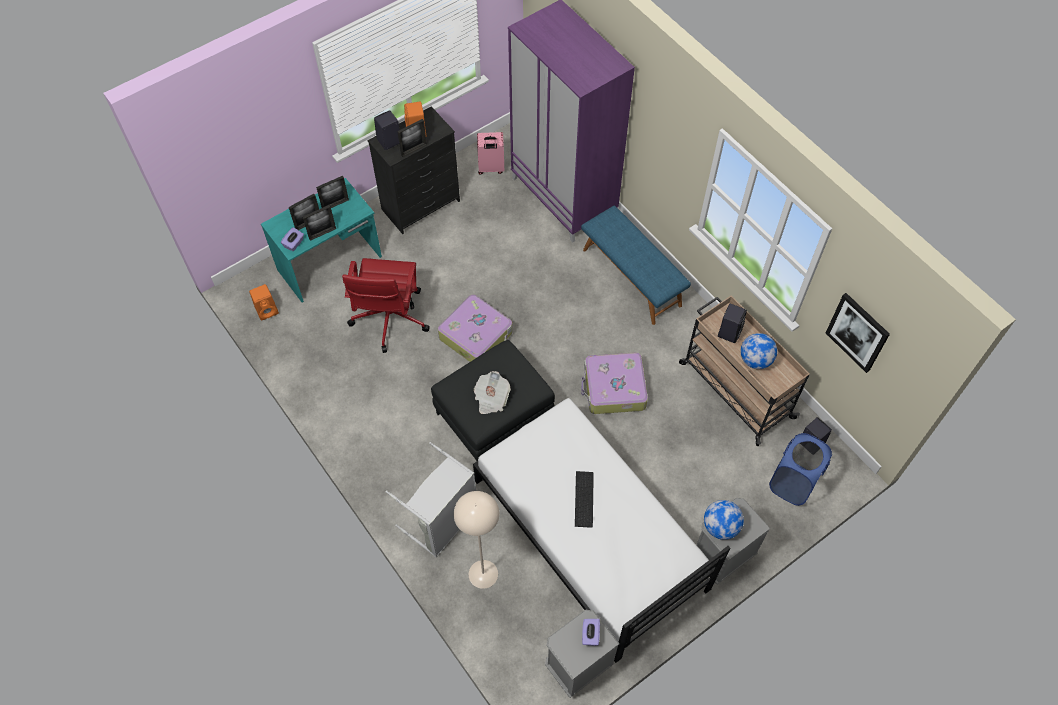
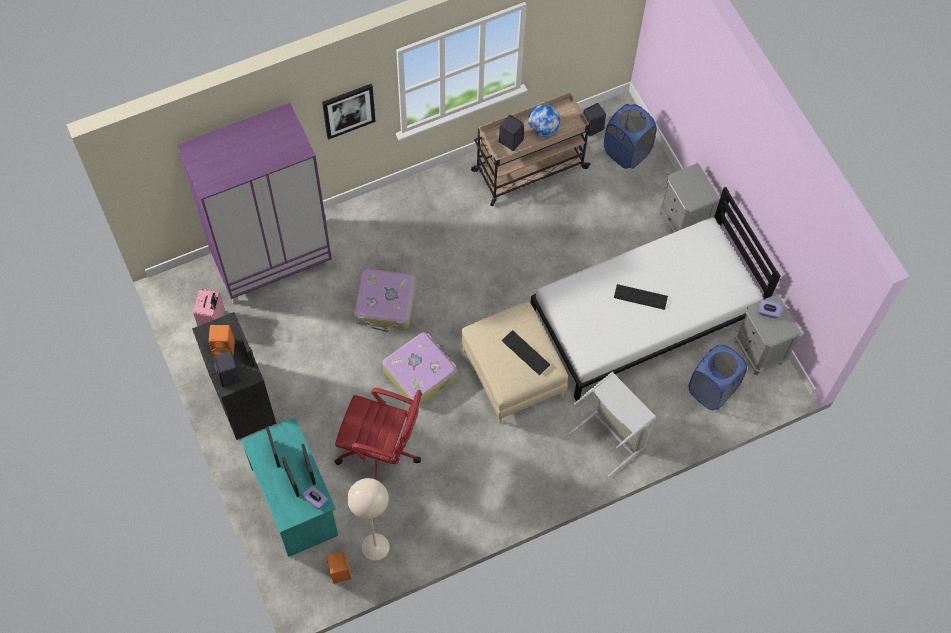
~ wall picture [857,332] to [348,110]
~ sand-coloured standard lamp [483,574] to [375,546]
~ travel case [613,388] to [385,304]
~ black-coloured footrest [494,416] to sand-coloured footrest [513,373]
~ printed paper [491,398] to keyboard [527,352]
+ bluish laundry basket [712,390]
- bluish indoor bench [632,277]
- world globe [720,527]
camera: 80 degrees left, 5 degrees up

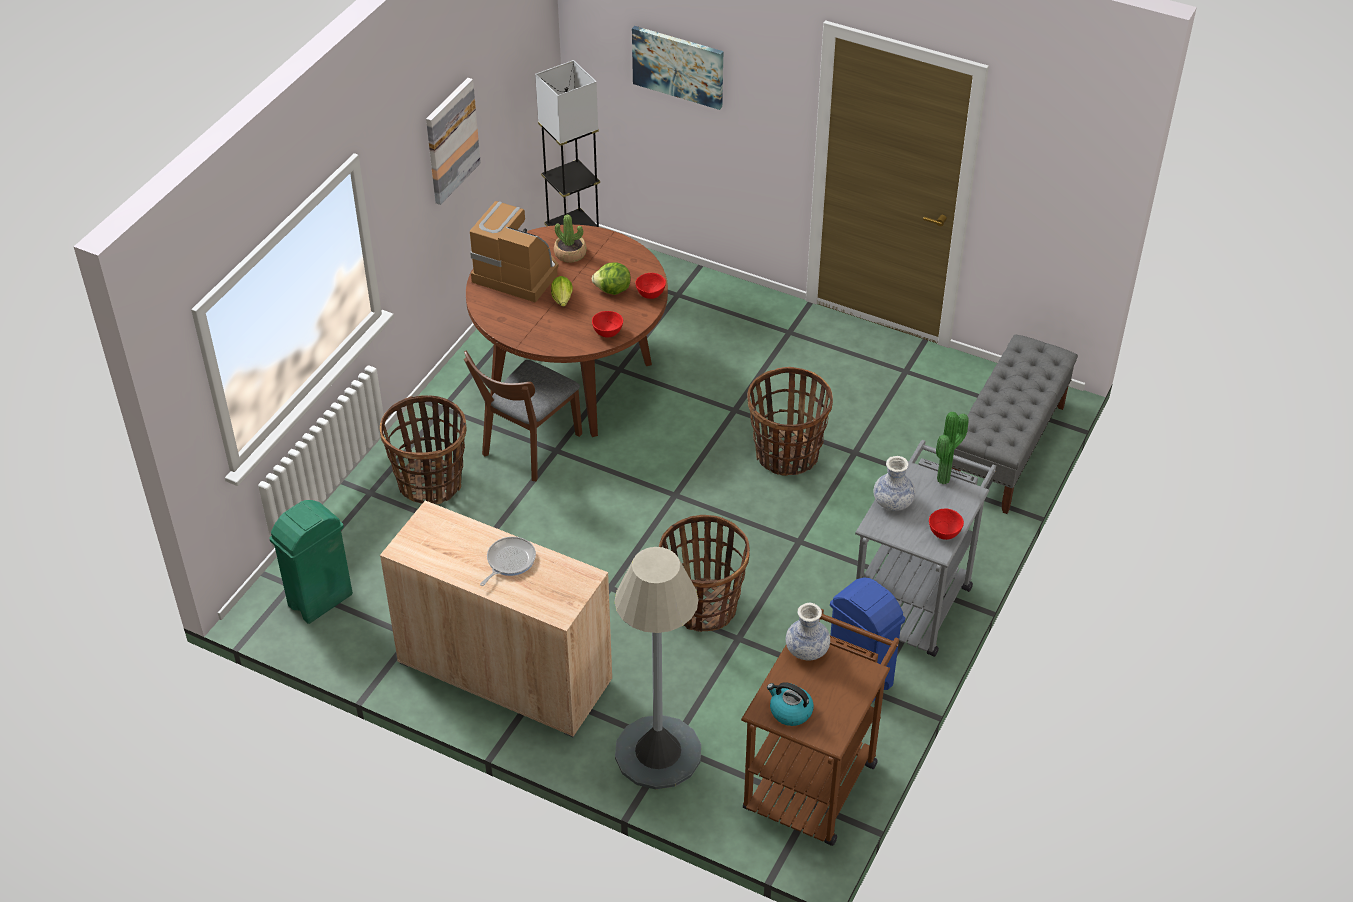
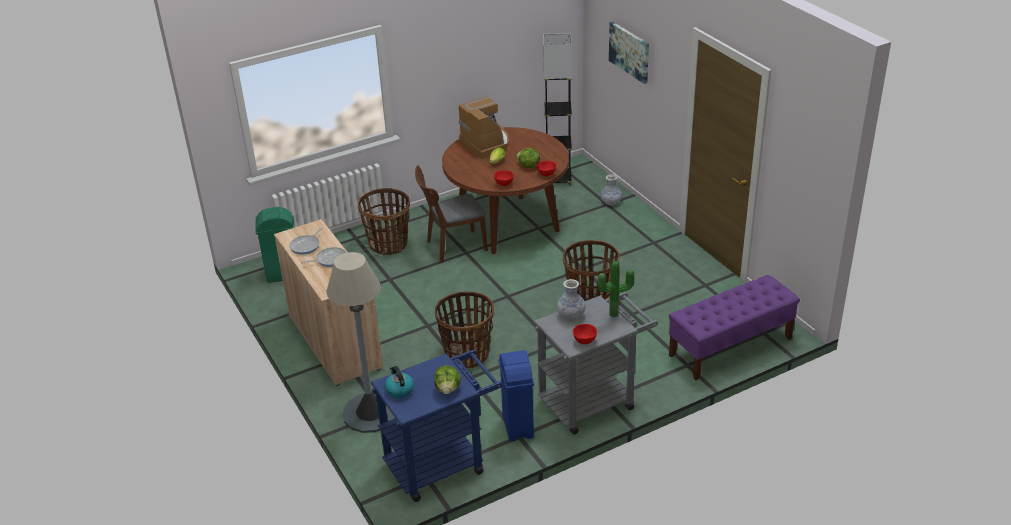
+ skillet [306,246]
~ brownish cart [815,776] to bluish cart [442,463]
+ lettuce head [448,389]
~ flower vase [807,650] to [611,202]
~ grey indoor bench [1007,449] to purple indoor bench [730,347]
- wall picture [451,140]
- plant in a pot [570,253]
camera: 35 degrees right, 10 degrees down

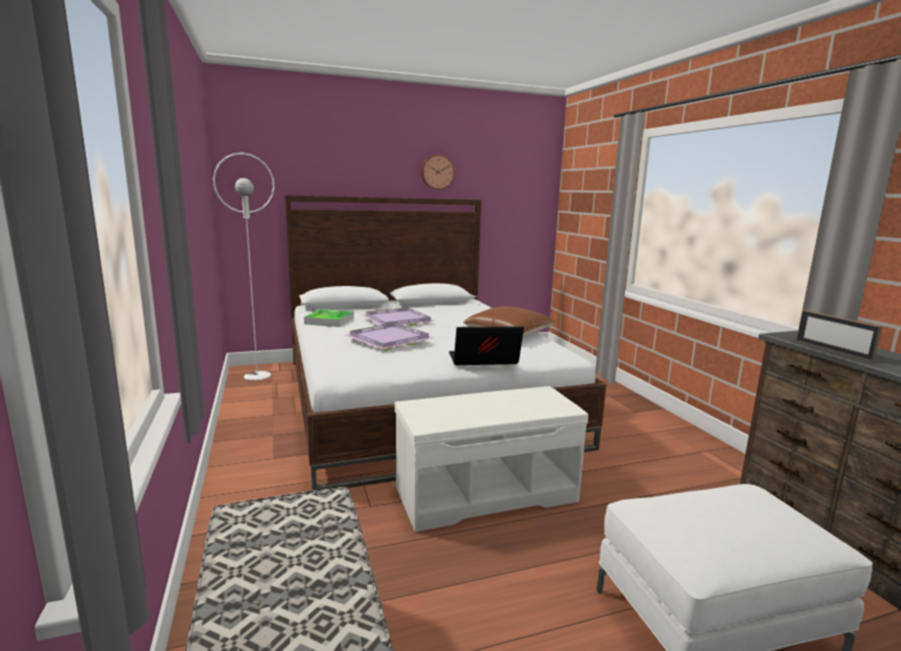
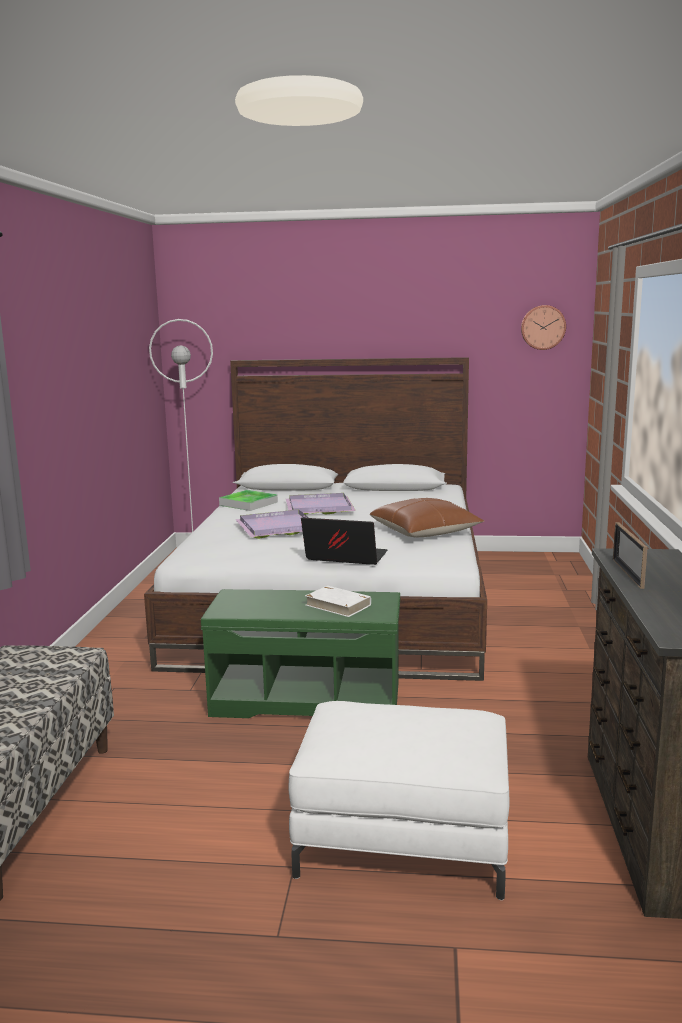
~ white indoor bench [486,493] to greenish indoor bench [308,699]
+ white book [338,605]
~ hanging clock [437,172] to [543,327]
camera: 25 degrees right, 0 degrees up

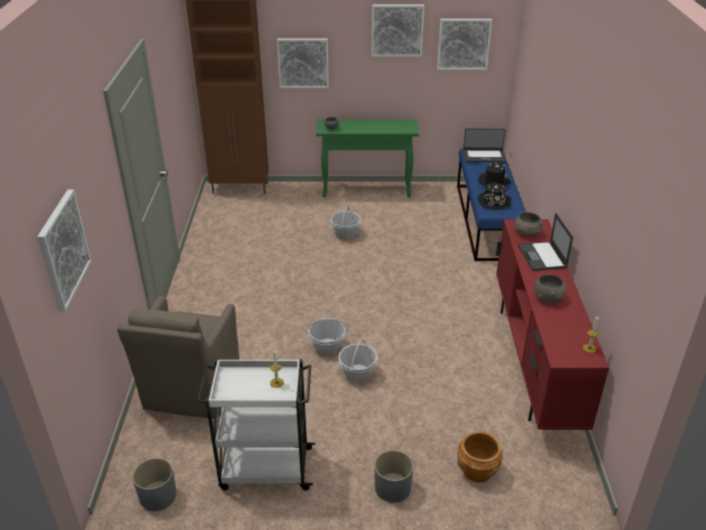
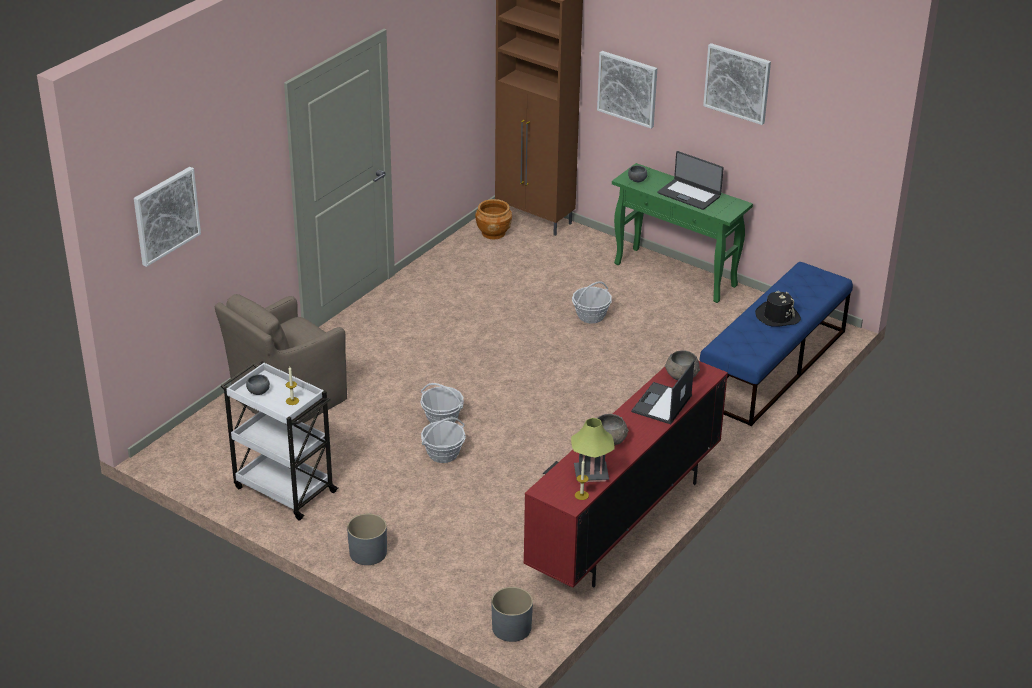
+ grey deep dish [258,392]
~ brownish plant pot [477,471] to [493,233]
~ grey plant pot [157,496] to [511,628]
+ lamp for a table [591,474]
~ portable computer [484,156] to [689,194]
- wall picture [463,44]
- black-coloured clothing hat [494,201]
camera: 35 degrees right, 0 degrees up

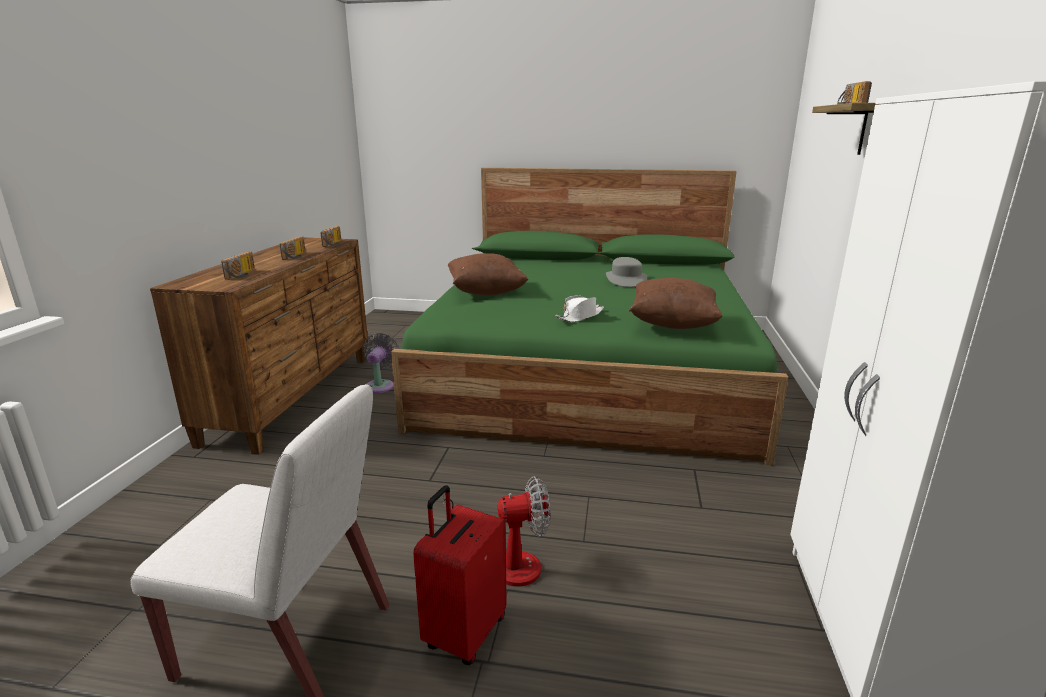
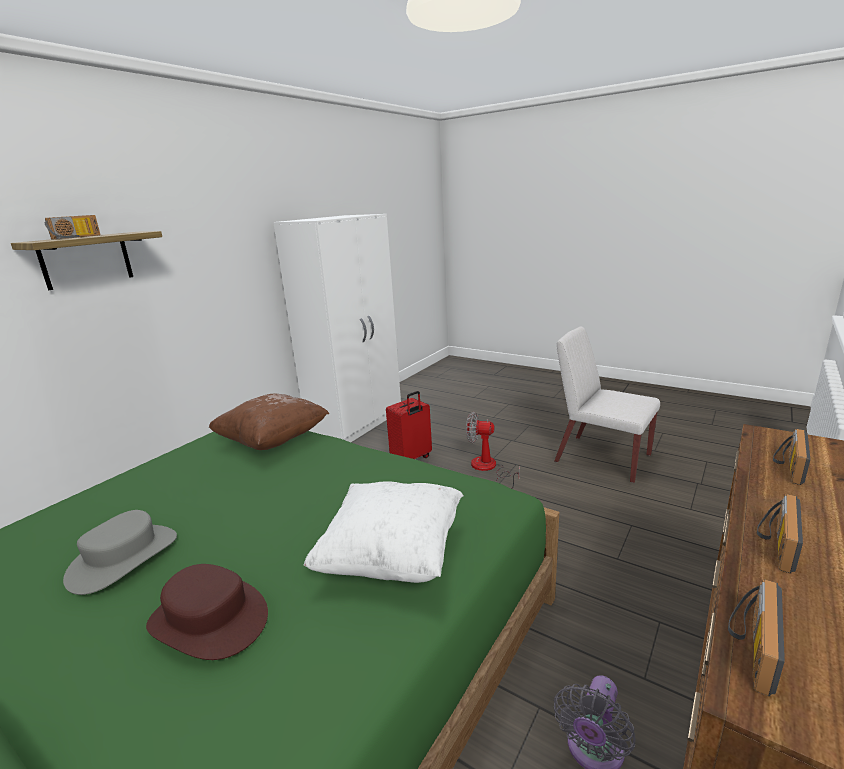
+ brownish clothing hat [209,619]
~ brownish cushion [486,293] to white cushion [392,556]
~ reddish travel case [464,633] to [411,459]
- white clothing hat [580,316]
camera: 155 degrees left, 0 degrees up

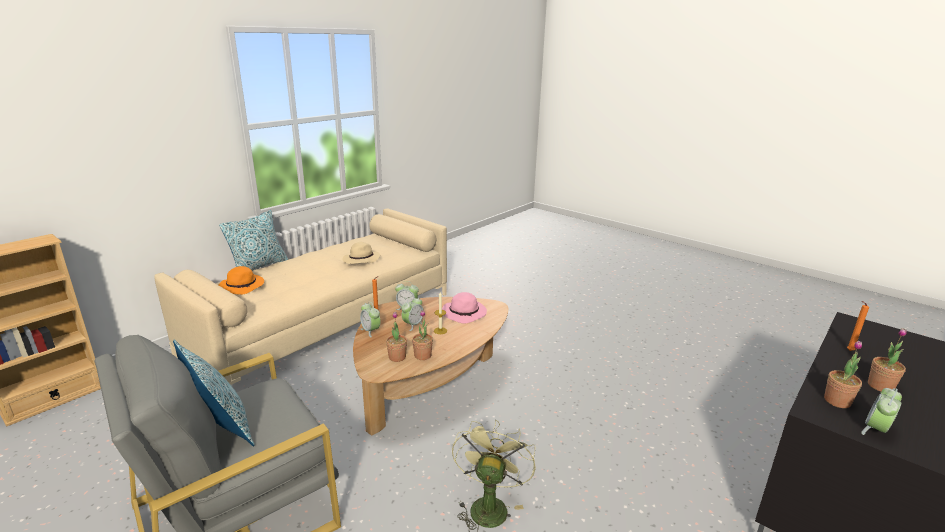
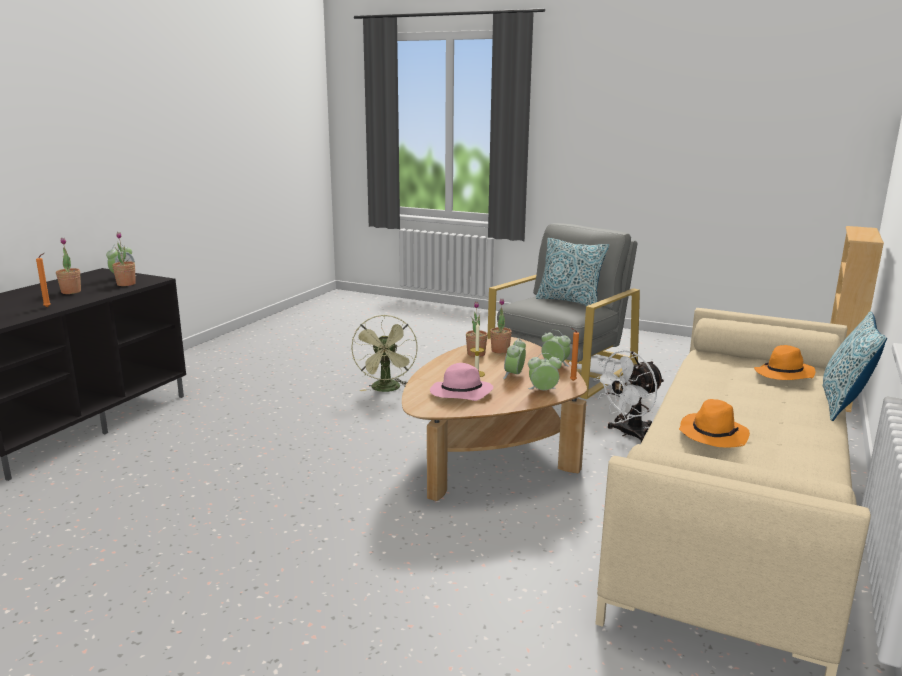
+ white fan [628,434]
~ sand-coloured clothing hat [361,260] to orangey clothing hat [712,435]
camera: 165 degrees right, 5 degrees down

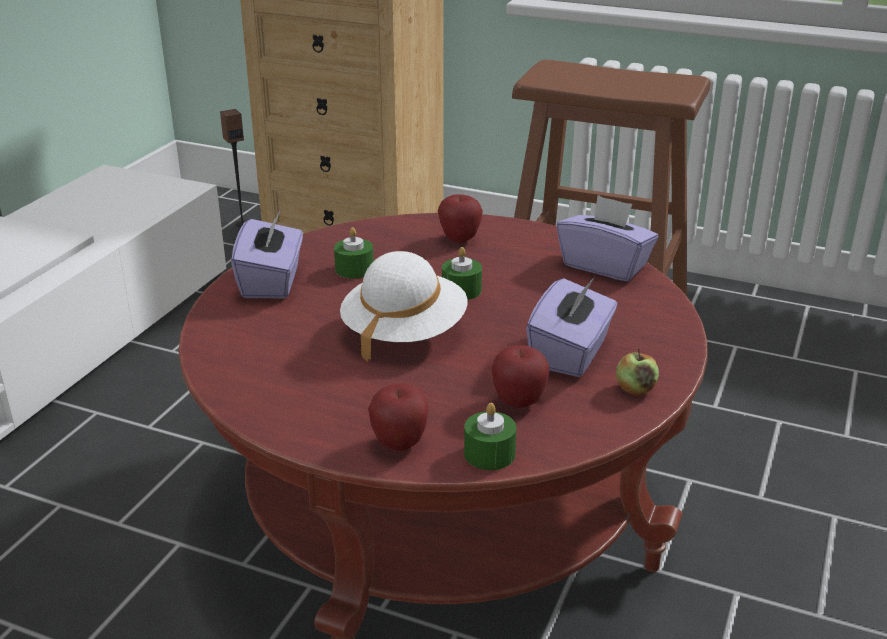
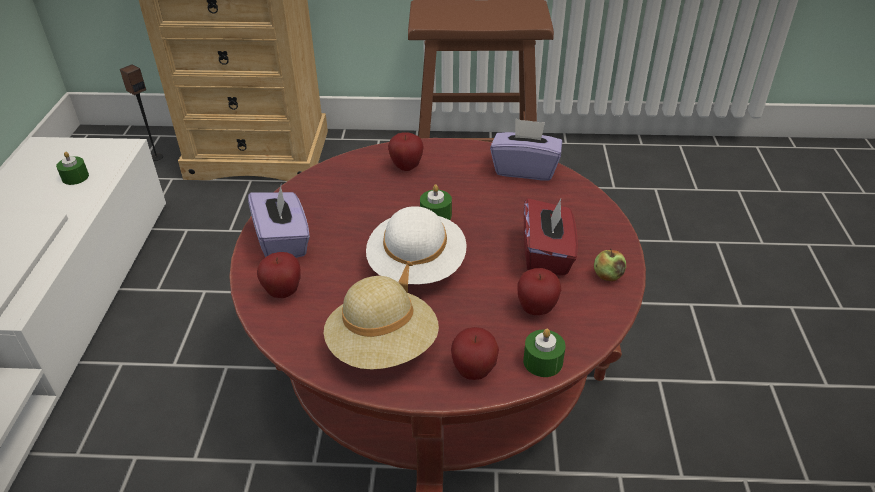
~ greenish candle [354,269] to [75,177]
+ apple fruit [283,292]
+ sand-coloured clothing hat [383,347]
~ purple tissue box [571,353] to reddish tissue box [547,255]
camera: 20 degrees left, 10 degrees up

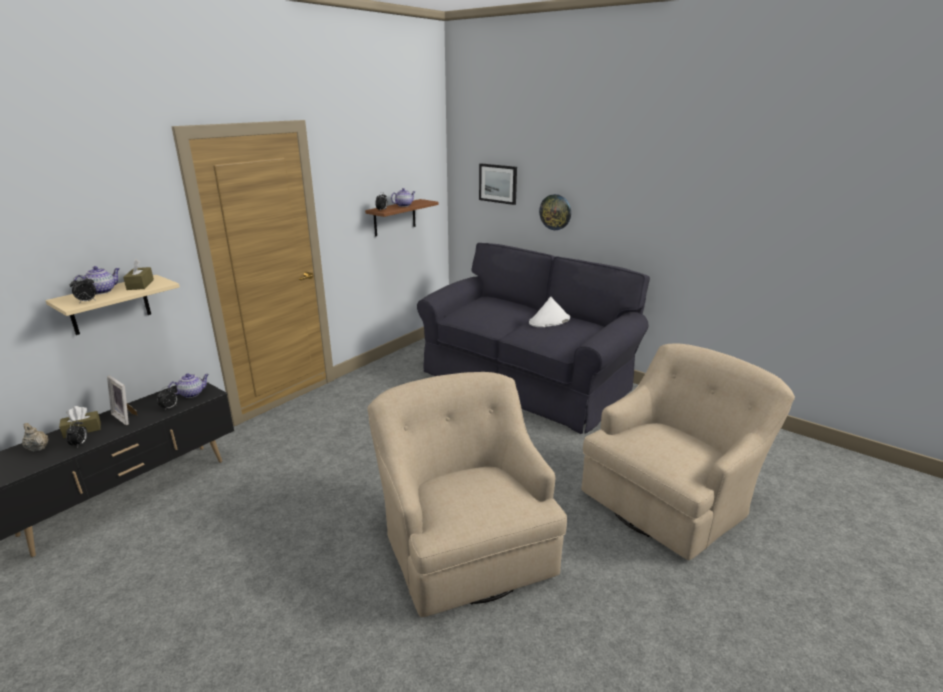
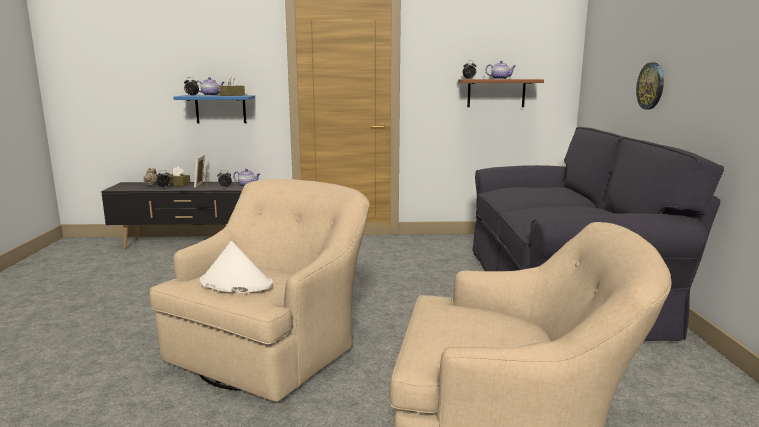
~ sand-coloured shelf [109,305] to bluish shelf [220,109]
~ white clothing hat [549,321] to [235,283]
- wall picture [498,183]
camera: 50 degrees right, 10 degrees down

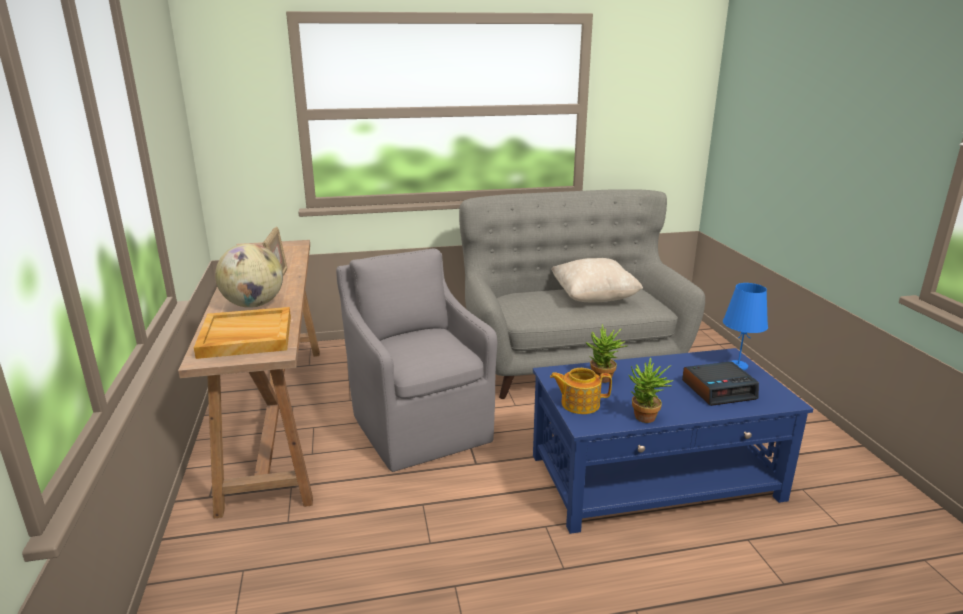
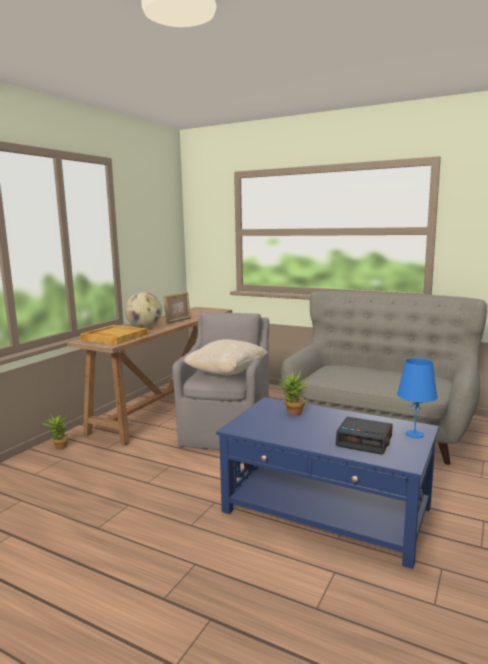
~ plant in a pot [644,420] to [58,447]
~ sand-coloured cushion [594,298] to [226,373]
- teapot [579,404]
camera: 40 degrees right, 10 degrees down

